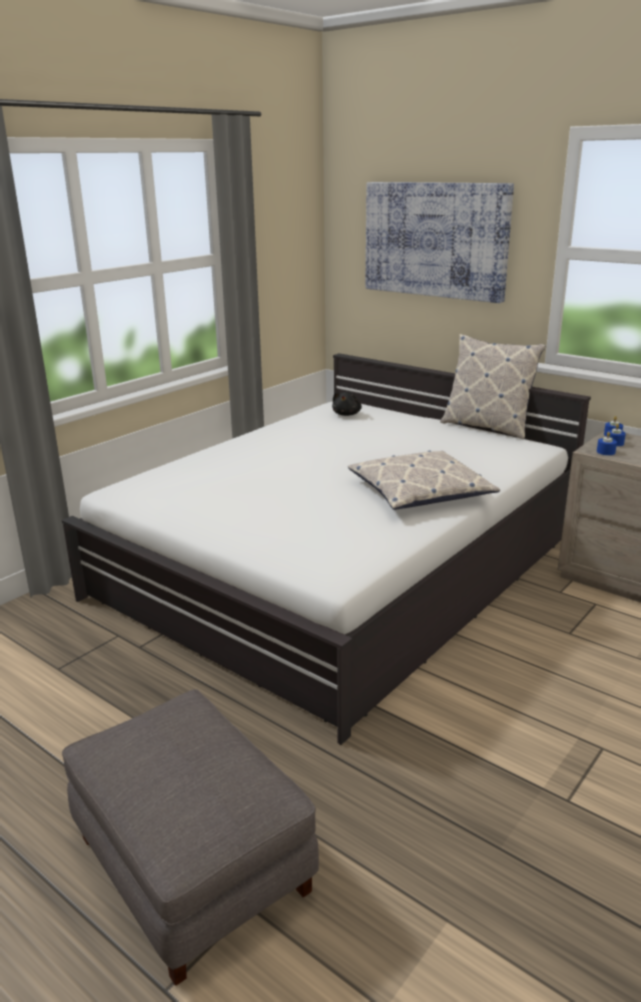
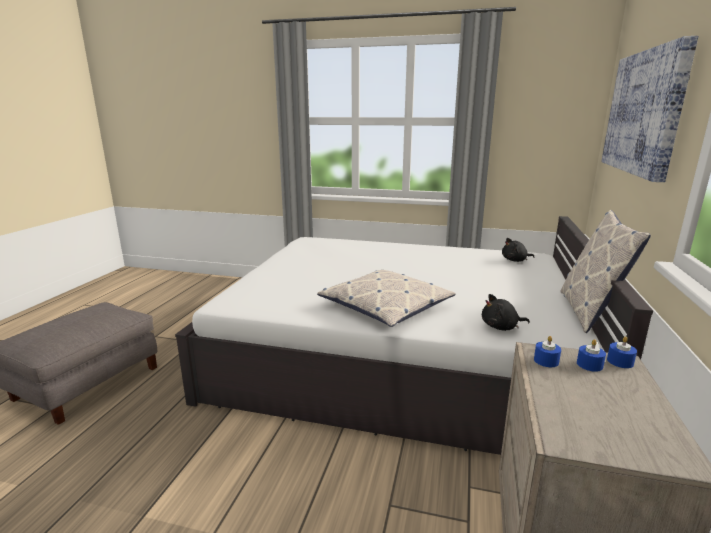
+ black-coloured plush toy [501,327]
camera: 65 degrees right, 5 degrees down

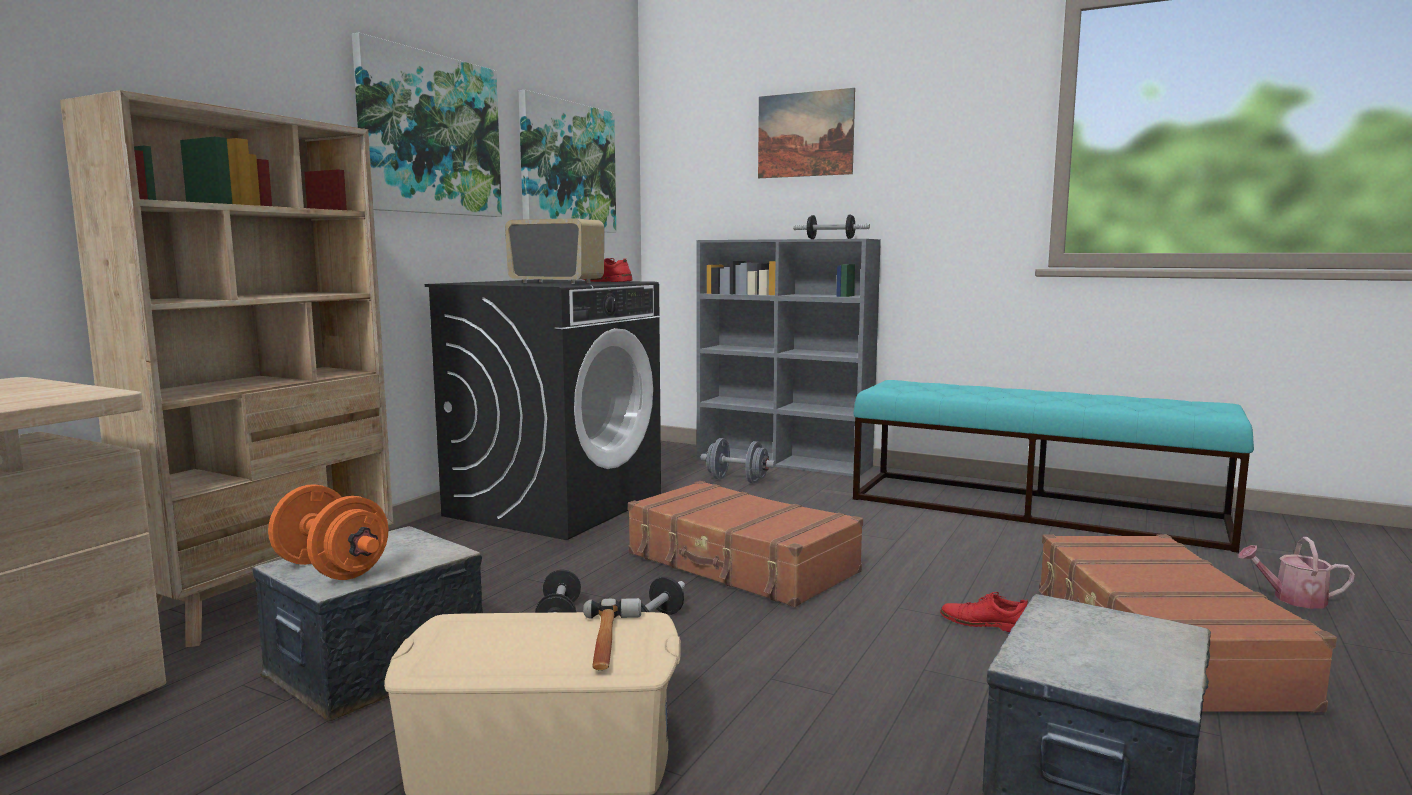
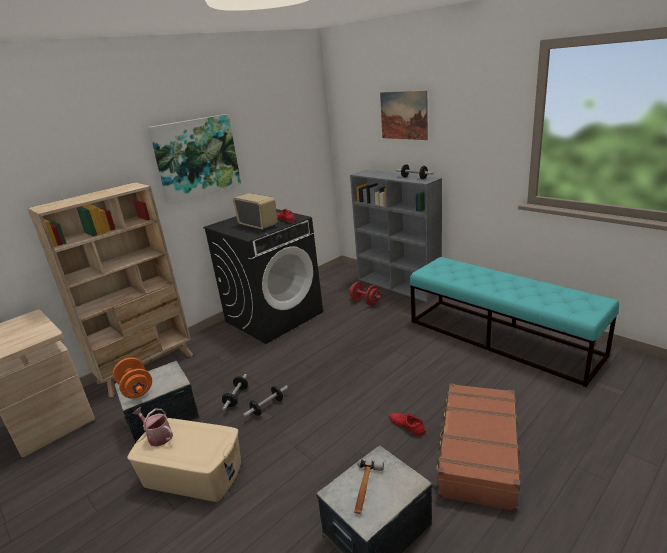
~ sprinkling can [1292,599] to [157,436]
~ grey free weight [737,480] to reddish free weight [365,302]
~ hammer [609,642] to [365,488]
- wall picture [567,167]
- brownish travel case [740,564]
camera: 20 degrees right, 15 degrees up

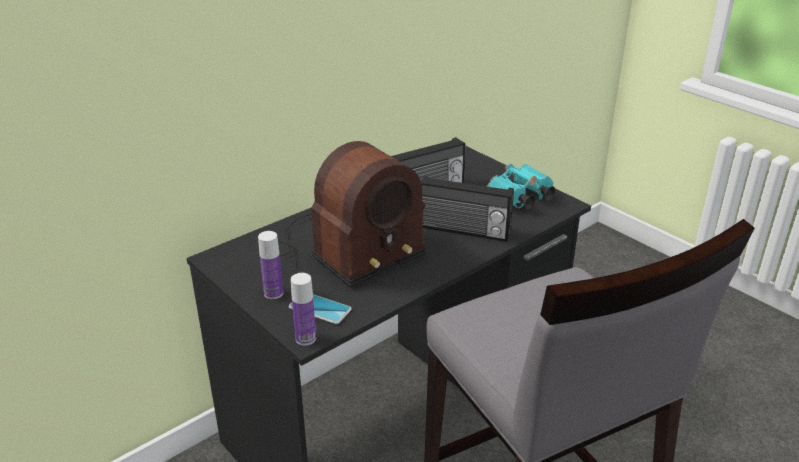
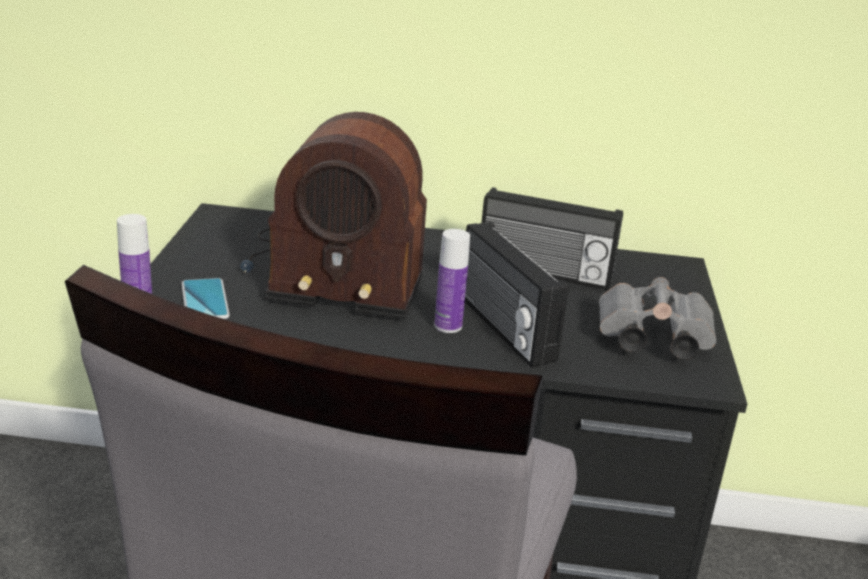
~ bottle [273,293] to [448,326]
~ turquoise-coloured field glasses [519,199] to grey field glasses [649,341]
camera: 45 degrees right, 5 degrees down

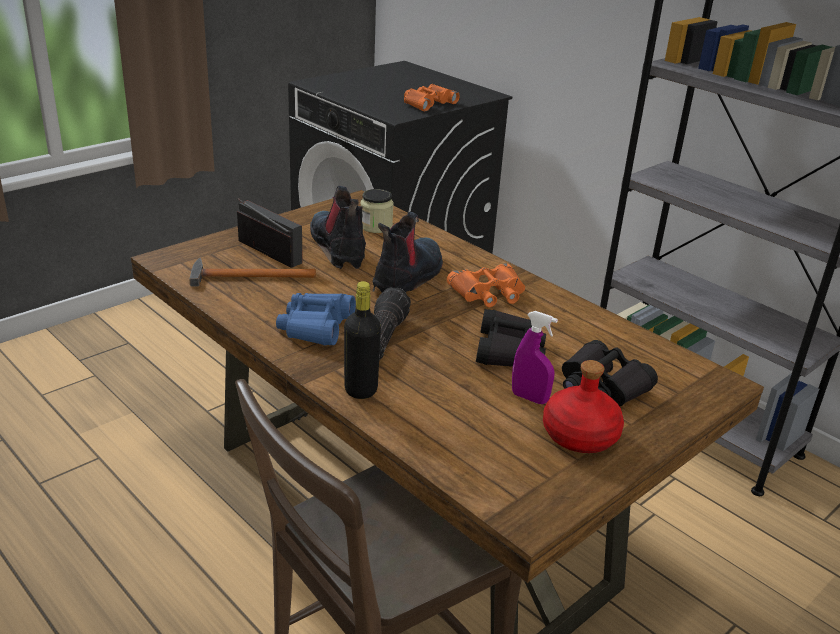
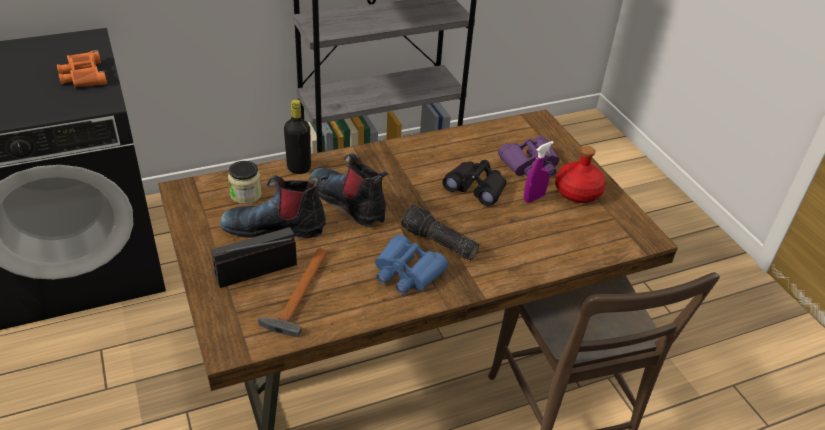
~ black-coloured bottle [361,390] to [299,168]
~ black-coloured field glasses [601,386] to purple field glasses [530,165]
- orangey field glasses [489,293]
camera: 70 degrees left, 10 degrees up

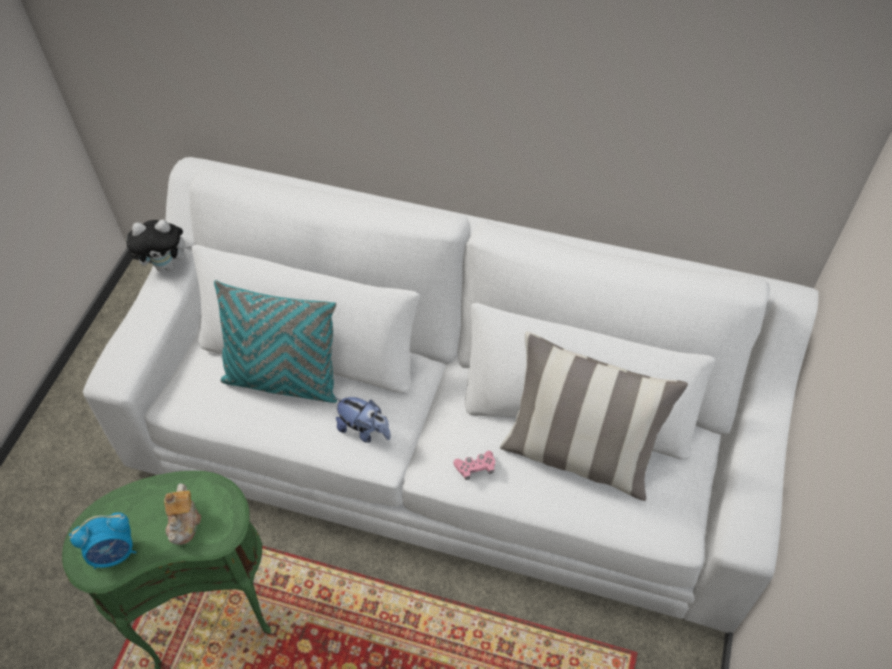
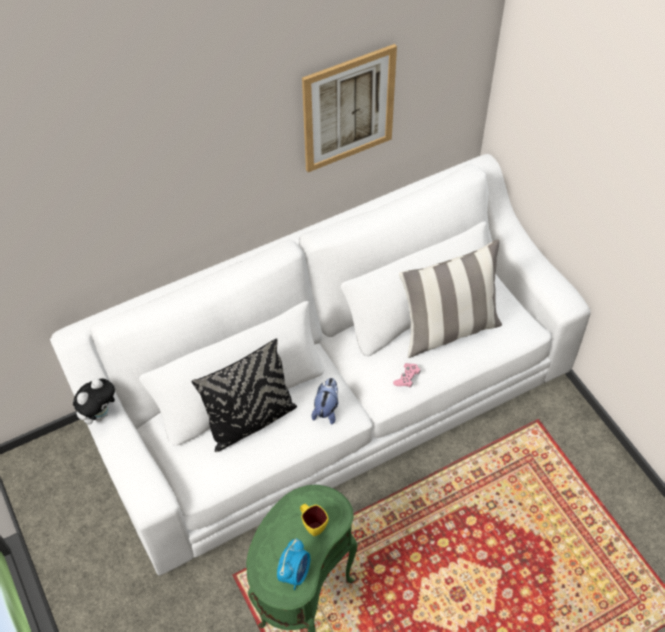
~ turquoise-coloured cushion [283,380] to black-coloured cushion [250,420]
~ teapot [184,522] to yellowish tea mug [312,525]
+ wall picture [348,109]
~ plush toy [364,430] = [327,409] 60 degrees counterclockwise
camera: 45 degrees left, 0 degrees up

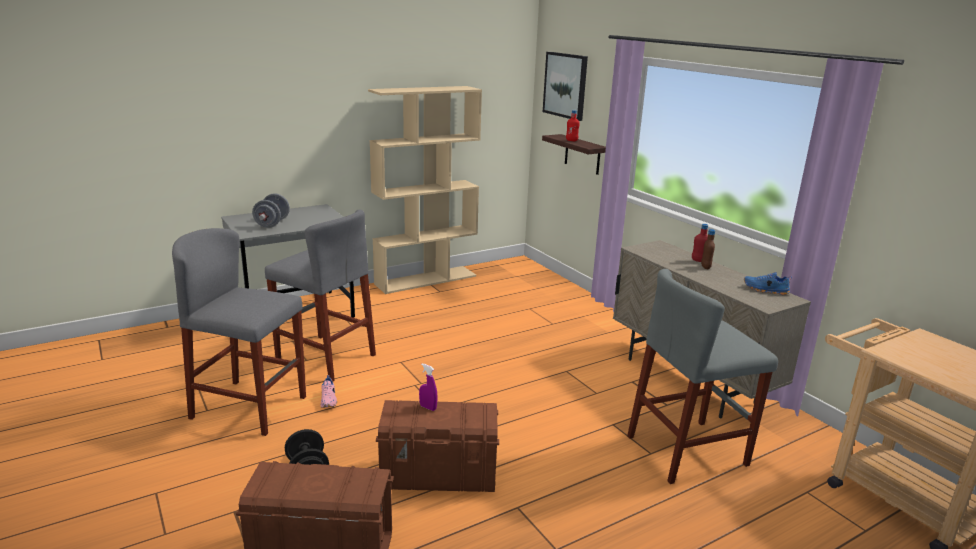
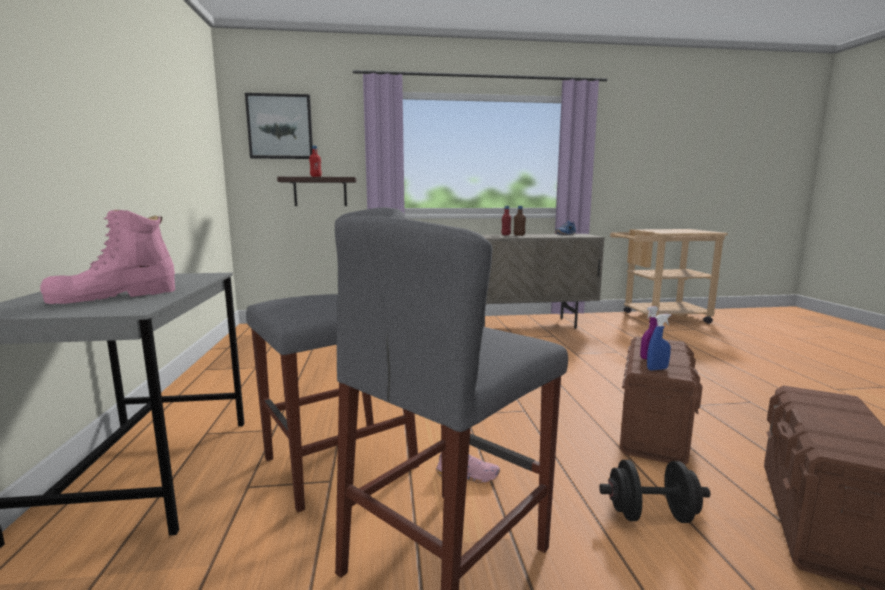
~ grey free weight [272,223] to pinkish boot [114,296]
+ bluish spray bottle [657,369]
- sand-coloured shelving unit [426,279]
- grey sitting stool [687,450]
camera: 65 degrees left, 10 degrees down

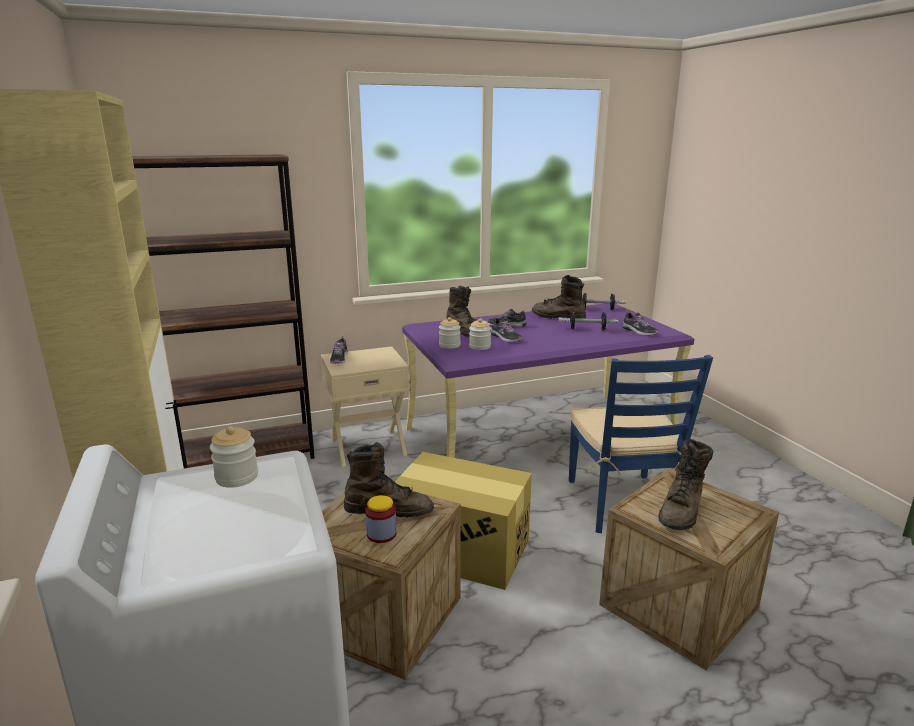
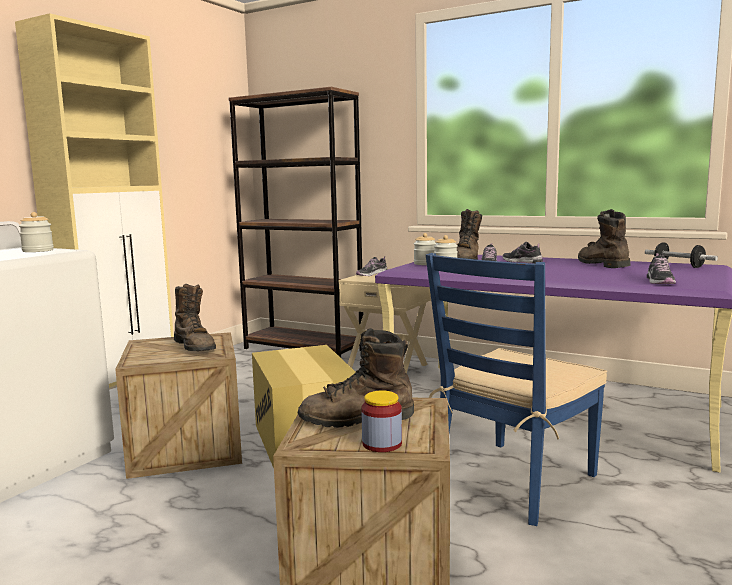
~ jar [381,534] to [382,444]
- free weight [587,329]
camera: 50 degrees right, 10 degrees down

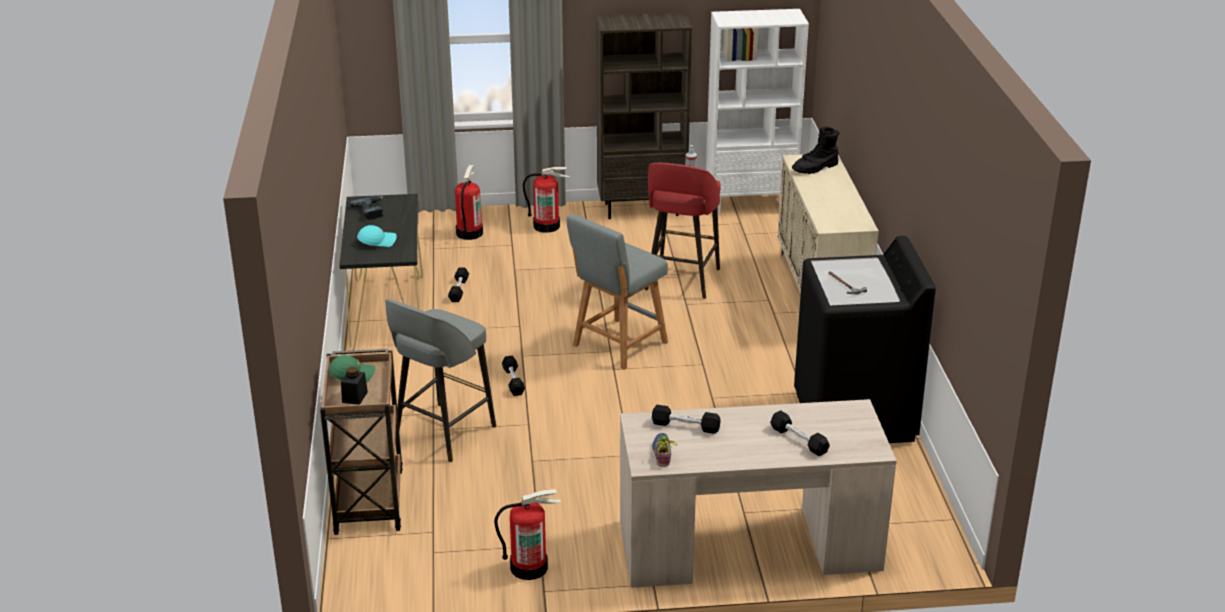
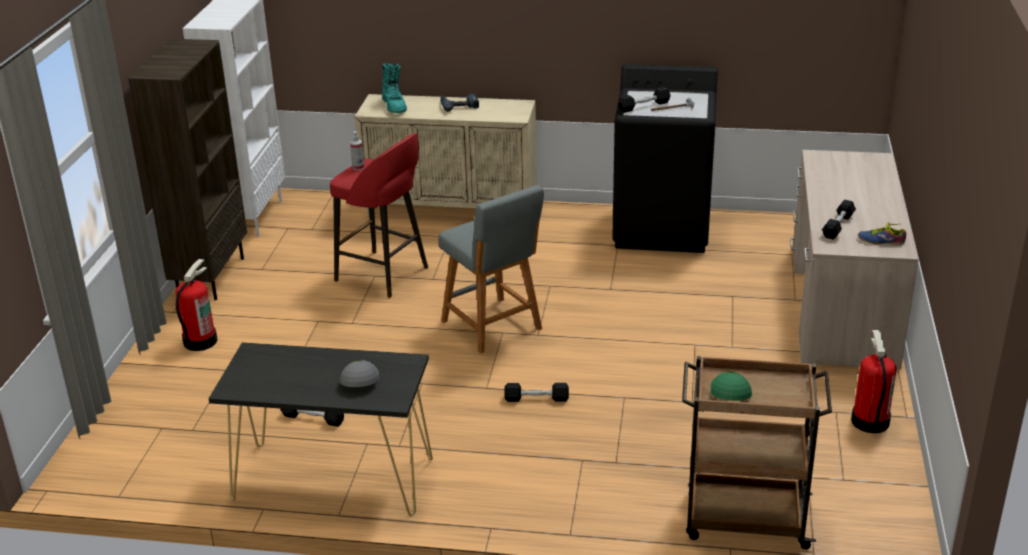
~ turquoise-coloured baseball cap [377,241] to grey baseball cap [358,380]
~ black-coloured boot [815,168] to turquoise-coloured boot [394,106]
~ drill [371,210] to [459,105]
~ black-coloured free weight [799,440] to [644,106]
- black-coloured jar [354,397]
- grey sitting stool [442,434]
- fire-fighting cylinder [469,233]
camera: 75 degrees left, 0 degrees up

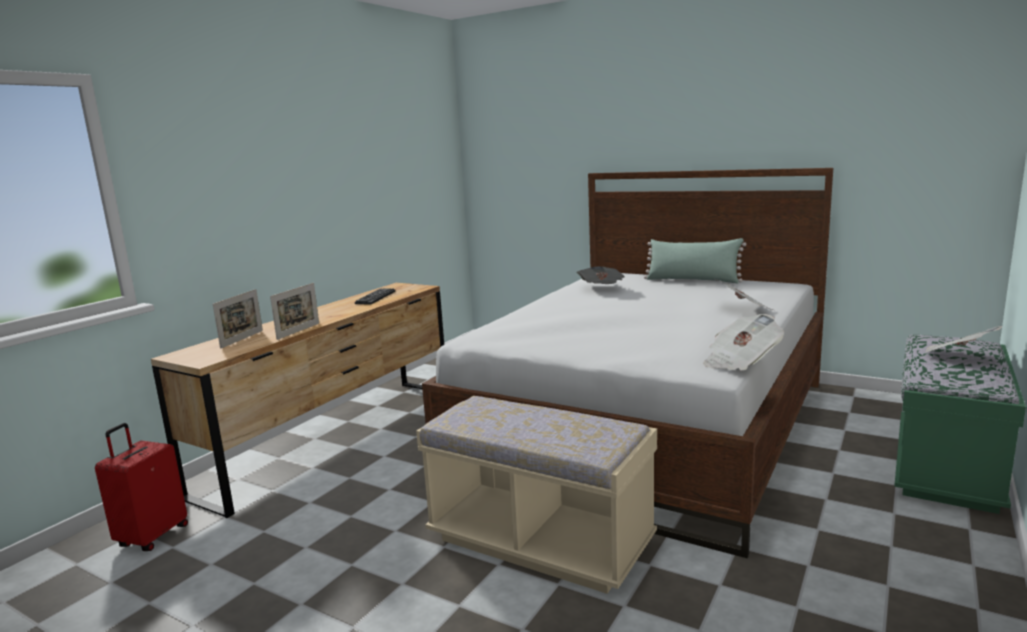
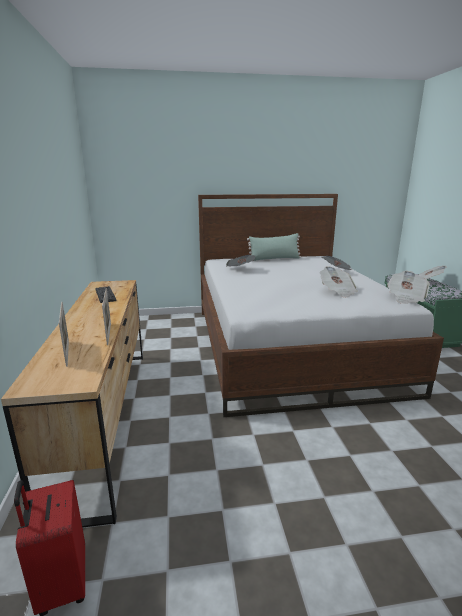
+ printed paper [337,291]
- sand-coloured indoor bench [540,542]
camera: 40 degrees left, 5 degrees up

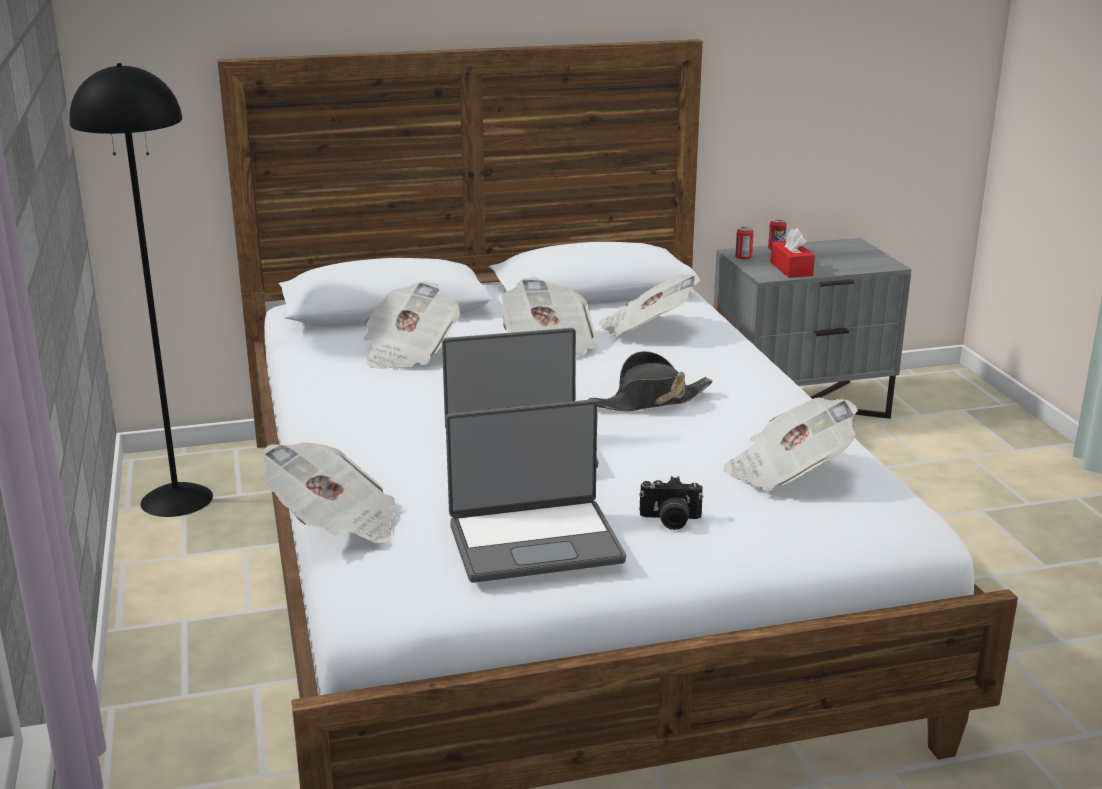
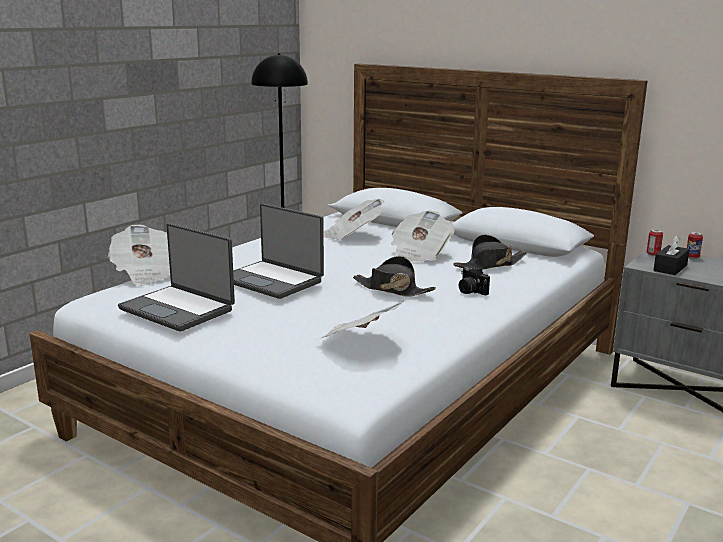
~ printed paper [646,329] to black-coloured clothing hat [490,265]
~ still camera [670,520] to [470,291]
~ reddish tissue box [791,269] to black-coloured tissue box [670,268]
camera: 50 degrees right, 5 degrees down

